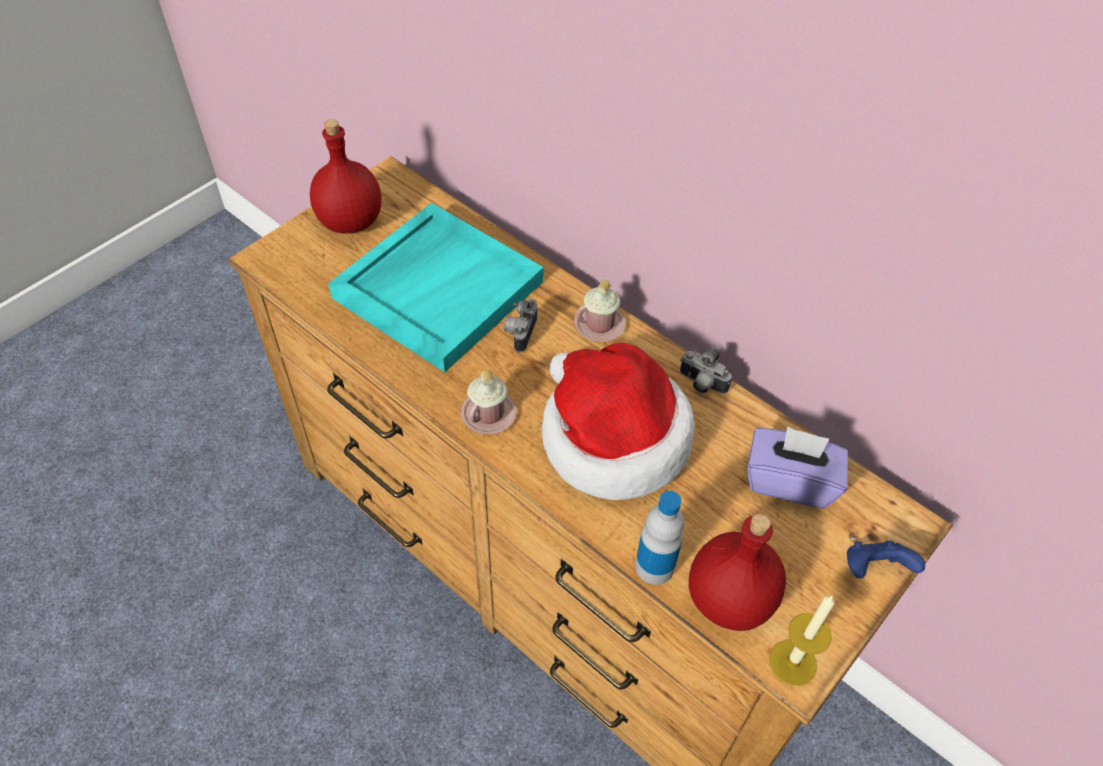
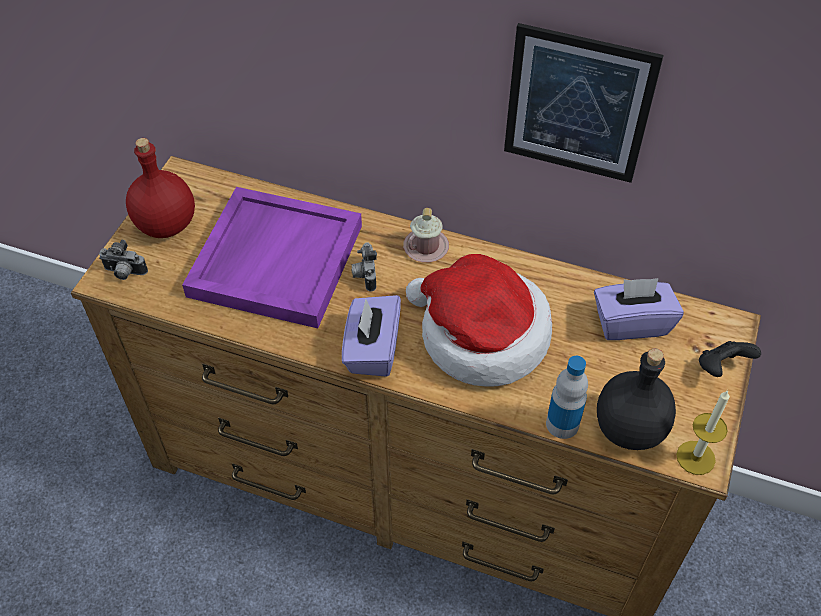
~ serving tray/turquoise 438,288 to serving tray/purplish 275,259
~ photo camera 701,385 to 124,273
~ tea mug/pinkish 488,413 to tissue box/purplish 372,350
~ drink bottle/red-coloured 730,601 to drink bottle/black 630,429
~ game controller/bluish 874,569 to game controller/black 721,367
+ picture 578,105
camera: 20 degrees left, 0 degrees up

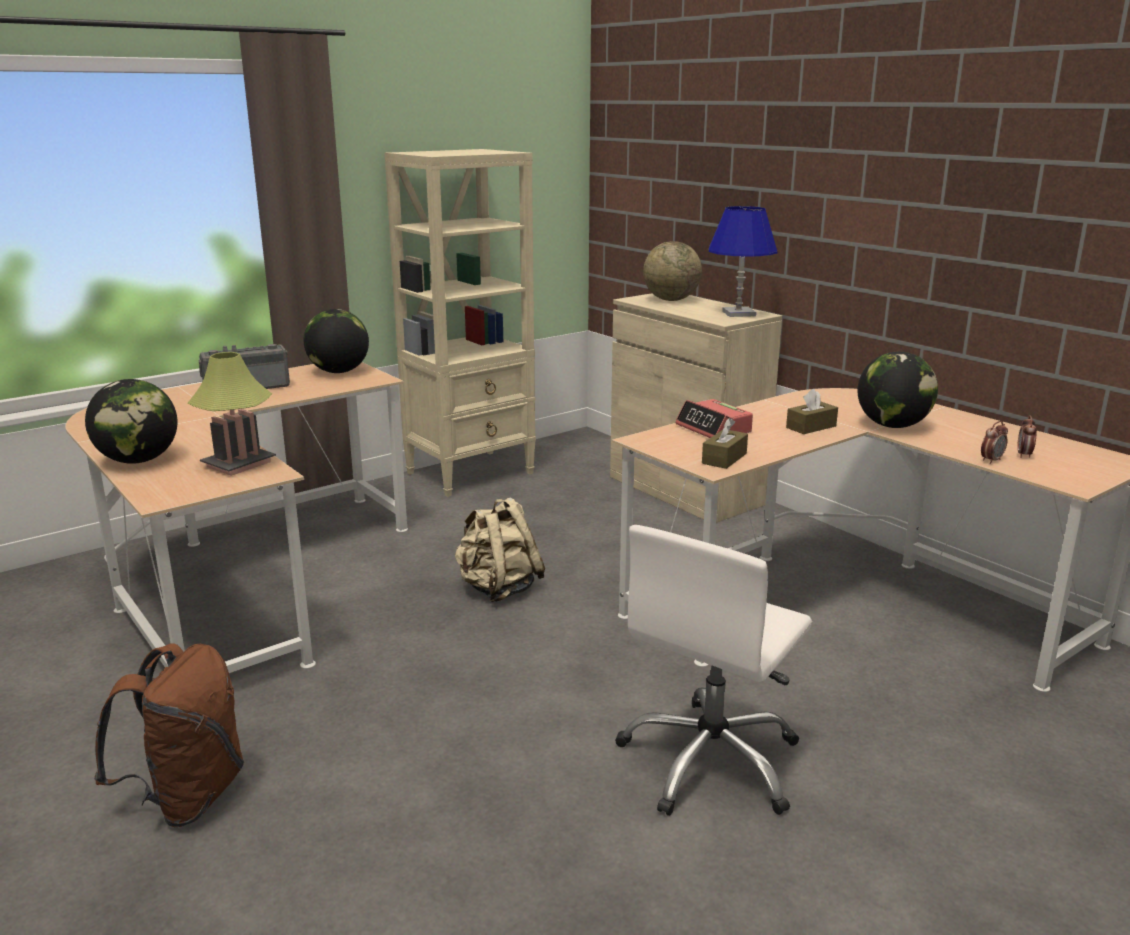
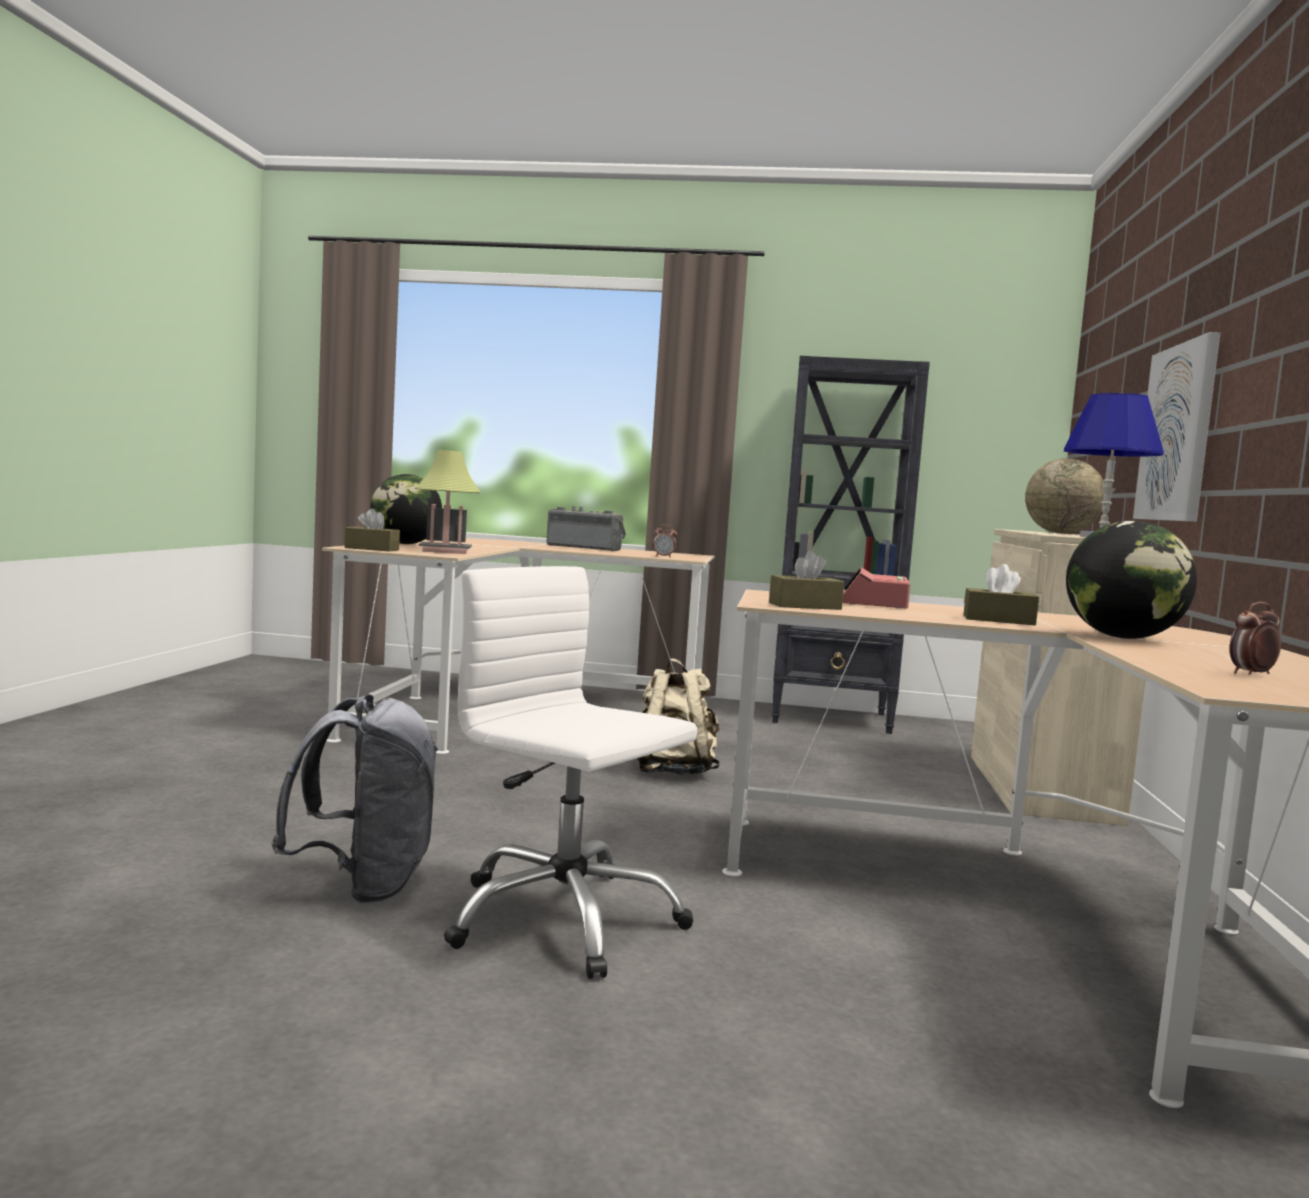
~ shelving unit/beige-coloured 471,473 to shelving unit/black 831,718
- globe 339,372
~ bedside clock 991,460 to 663,557
~ office chair/white 711,761 = 563,919 45 degrees clockwise
- knapsack/brown-coloured 187,797
+ picture 1178,433
+ tissue box/brown-coloured 372,549
+ knapsack/greyish 364,885
camera: 45 degrees right, 15 degrees down

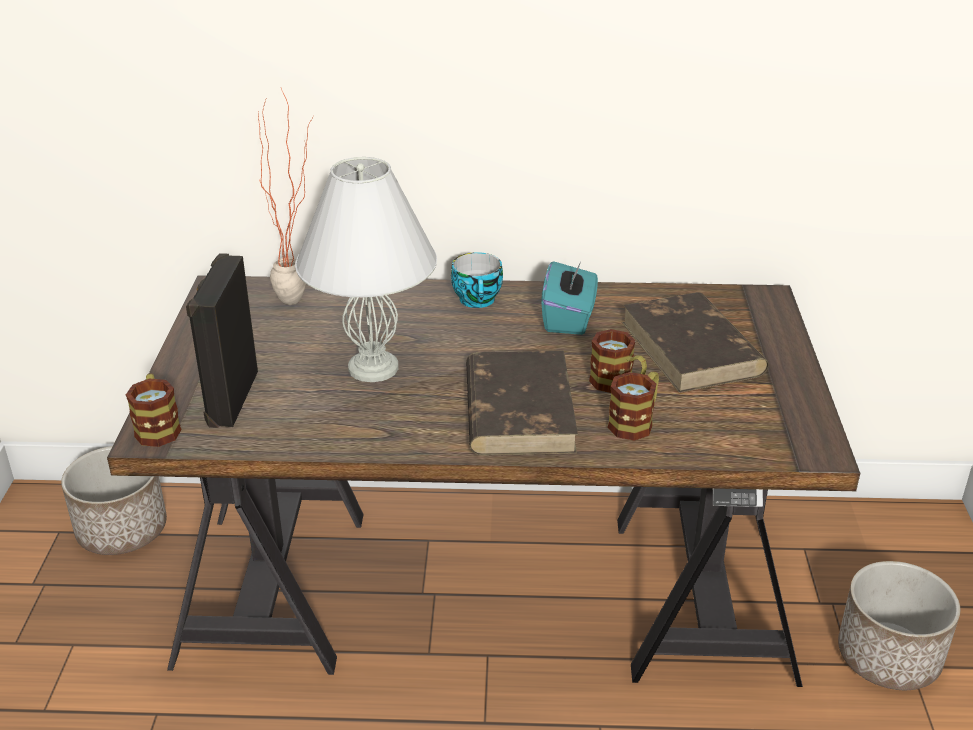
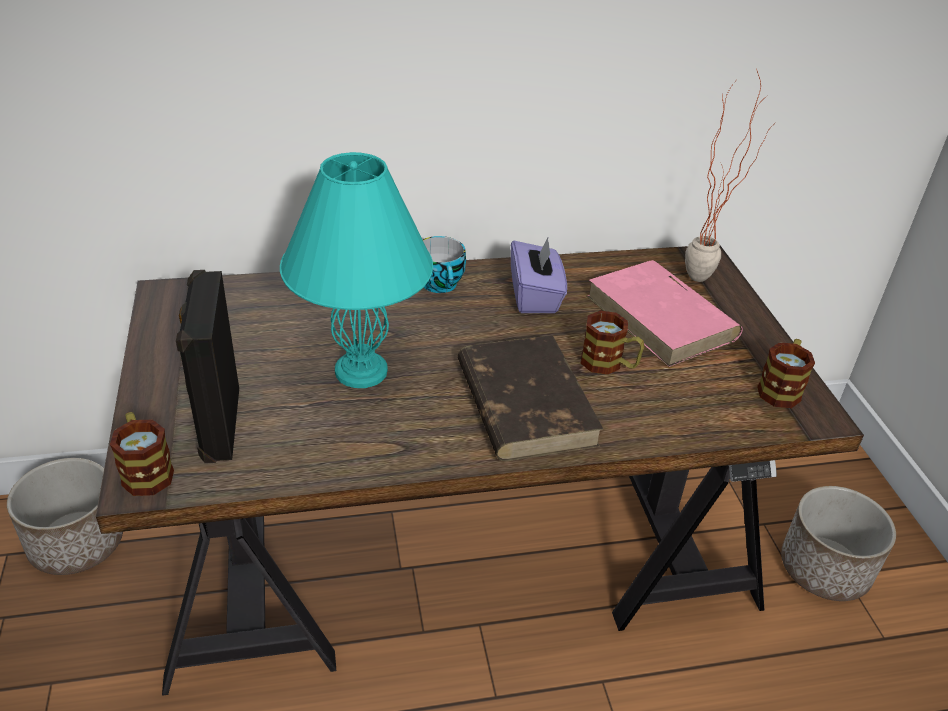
~ plant in a pot 302,301 to 707,277
~ tabletop lamp/white 374,368 to tabletop lamp/turquoise 362,371
~ tissue box/turquoise 569,318 to tissue box/purplish 535,296
~ book/brown-coloured 692,349 to book/pinkish 662,318
~ tea mug 635,422 to 781,388
camera: 15 degrees left, 5 degrees up

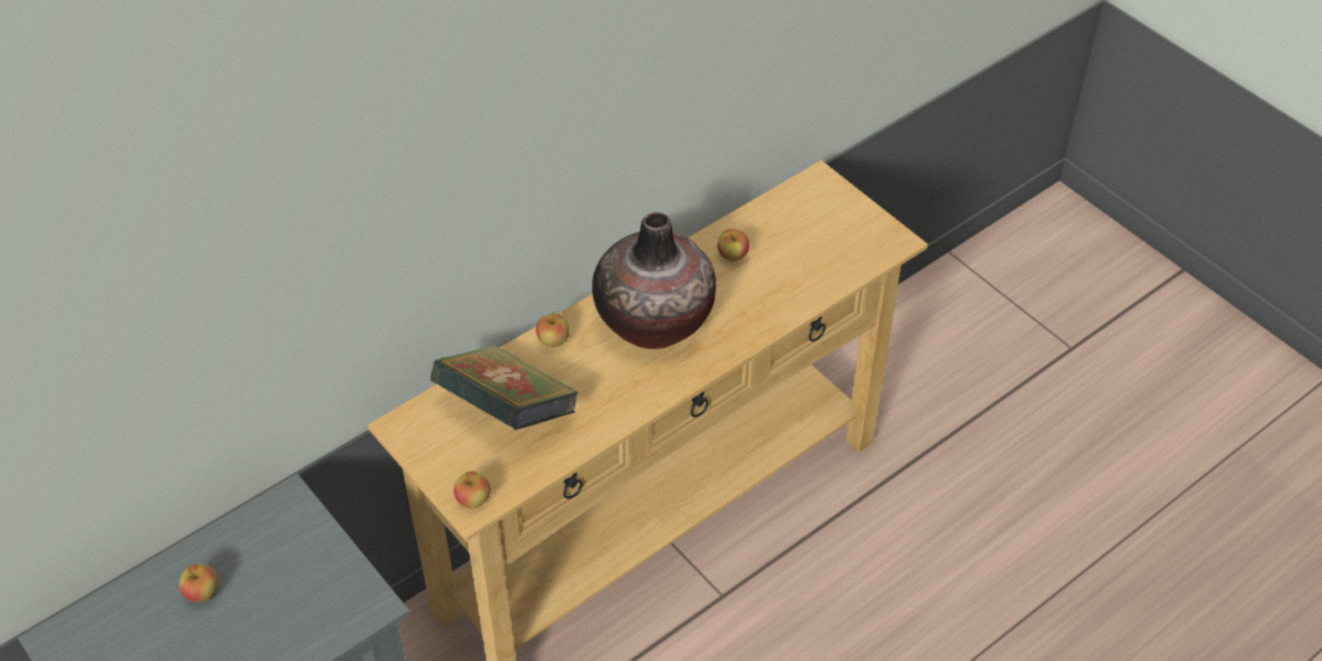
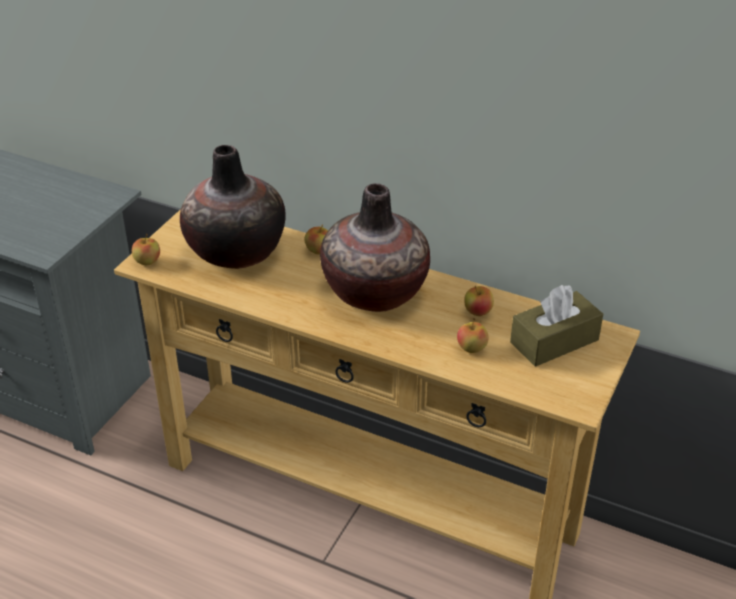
~ book 507,412 to flower vase 236,251
~ whole apple 202,593 to 471,348
+ tissue box/brown-coloured 554,341
camera: 65 degrees right, 10 degrees down

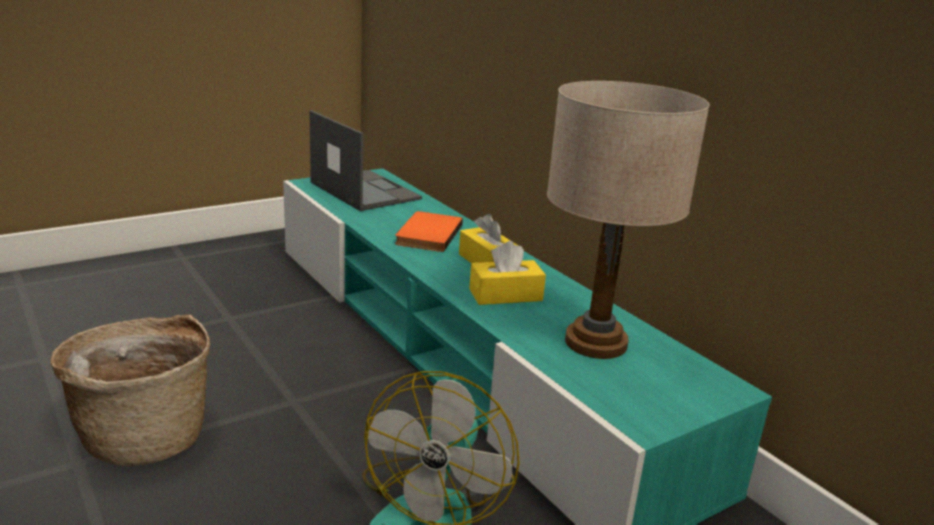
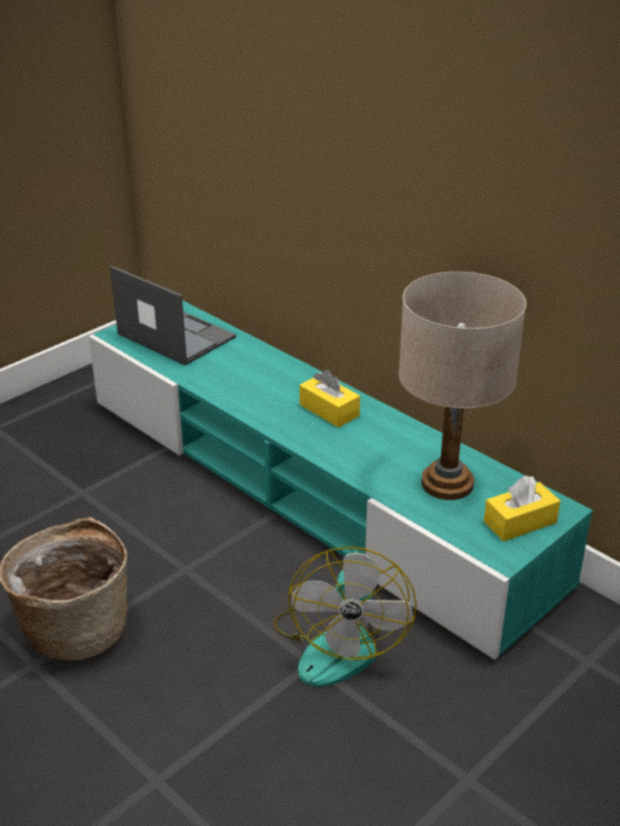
- book/orange 426,234
~ tissue box/yellow-coloured 505,295 to 520,522
camera: 10 degrees left, 10 degrees up

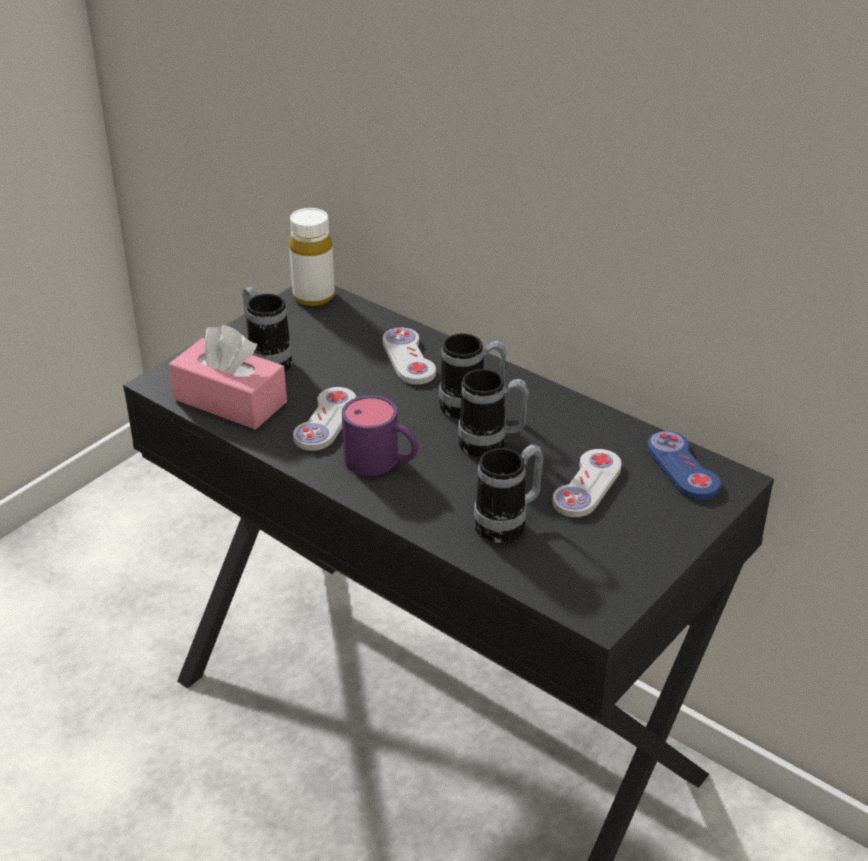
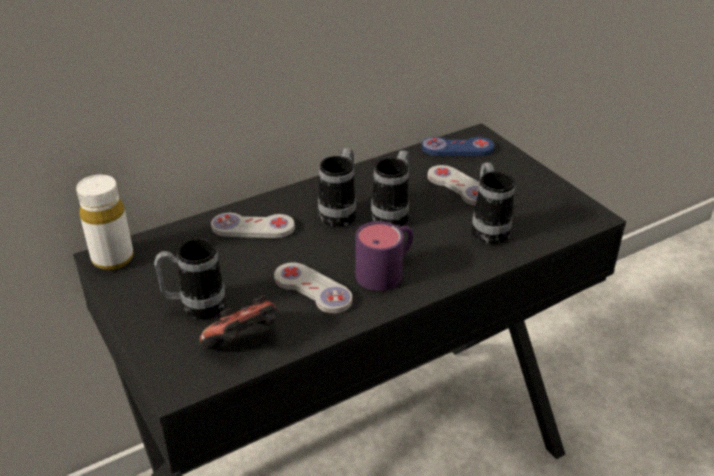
~ tissue box/pinkish 230,401 to game controller 244,342
camera: 70 degrees left, 0 degrees up

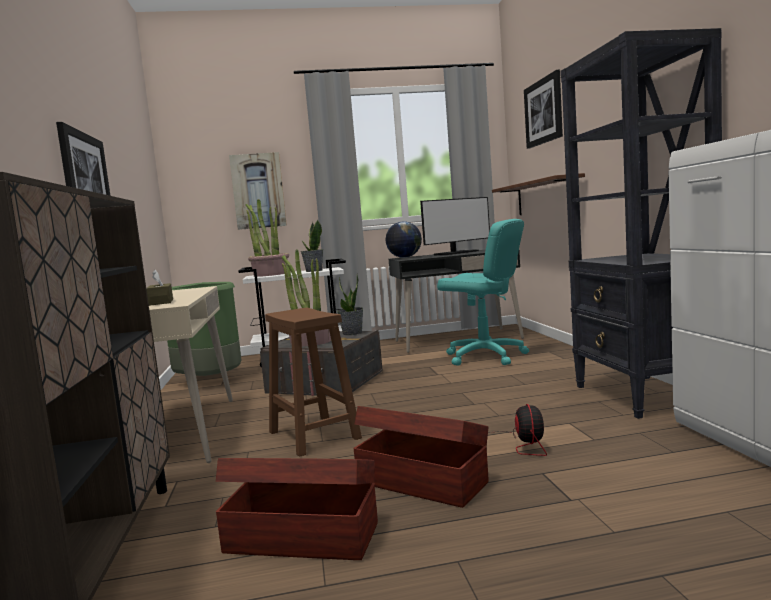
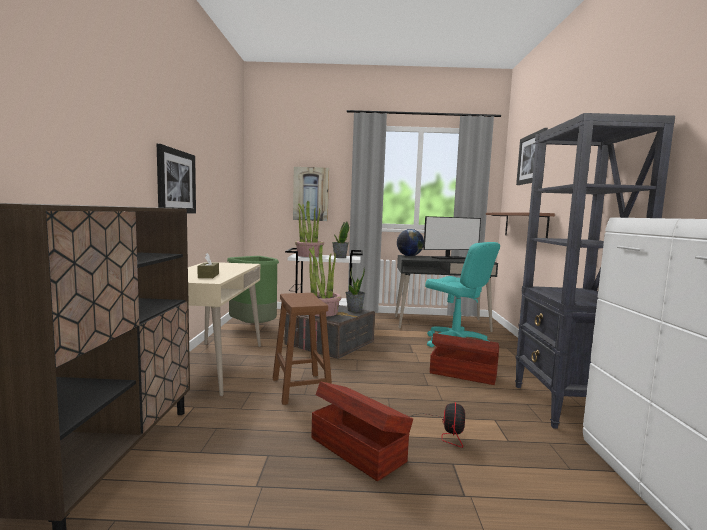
~ storage box/brown-coloured 301,536 to 462,373
camera: 10 degrees right, 0 degrees up

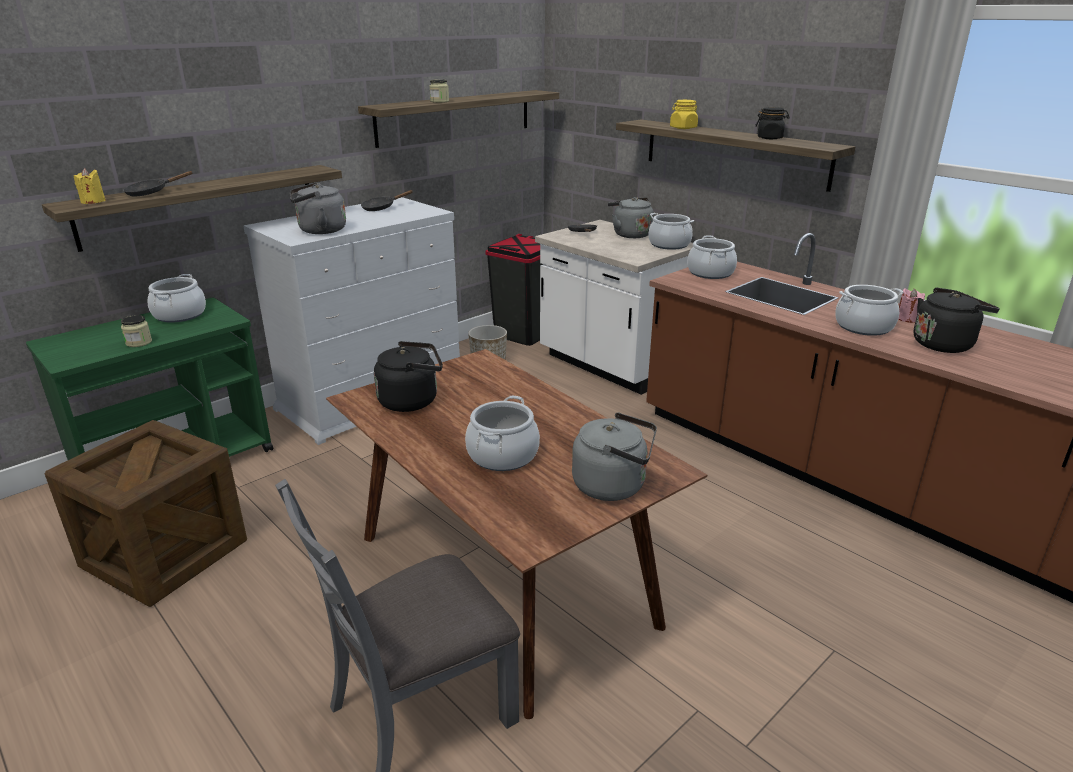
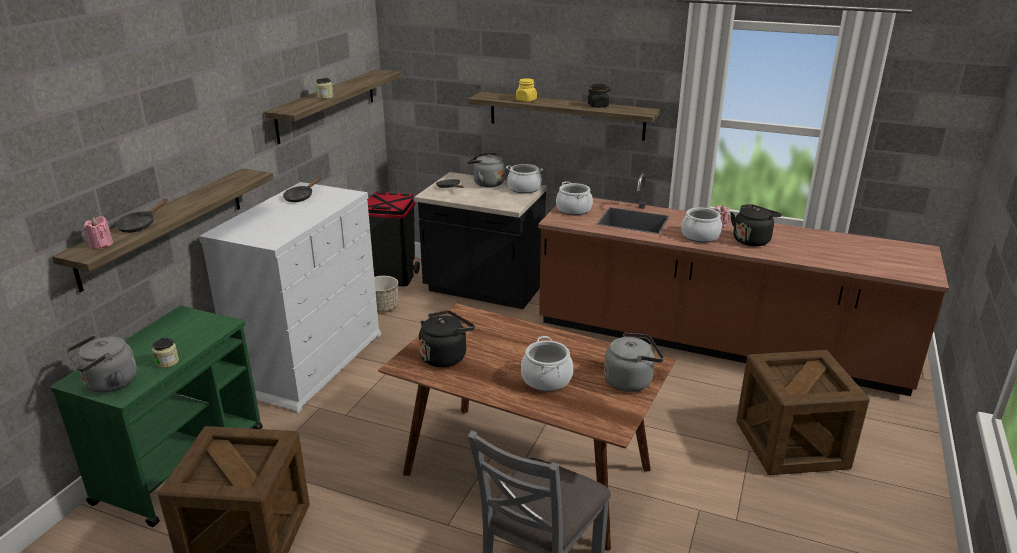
~ wax light/yellow-coloured 93,201 to wax light/pinkish 101,245
~ kettle/greyish 319,231 to 108,384
~ kitchen counter/white 610,365 to kitchen counter/black 483,290
- cooking pot 179,315
+ shipping crate 791,445
camera: 25 degrees left, 0 degrees up

